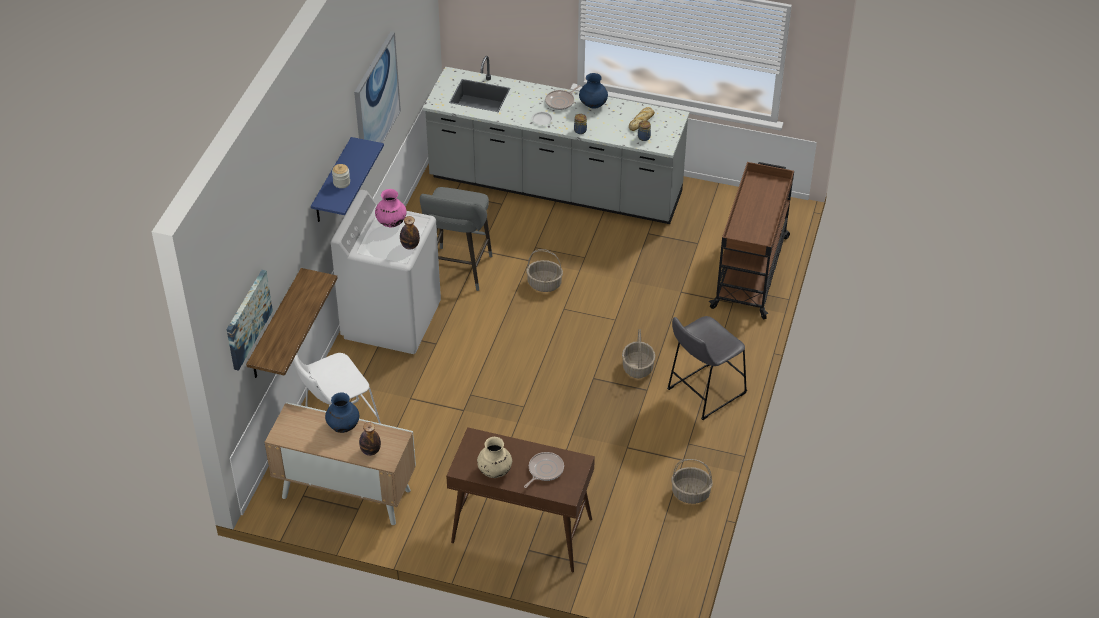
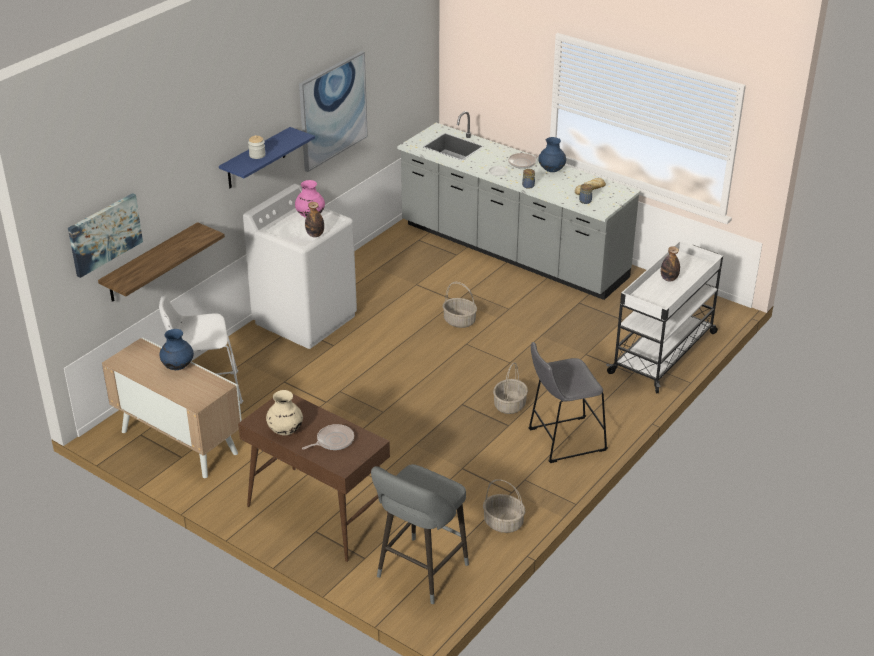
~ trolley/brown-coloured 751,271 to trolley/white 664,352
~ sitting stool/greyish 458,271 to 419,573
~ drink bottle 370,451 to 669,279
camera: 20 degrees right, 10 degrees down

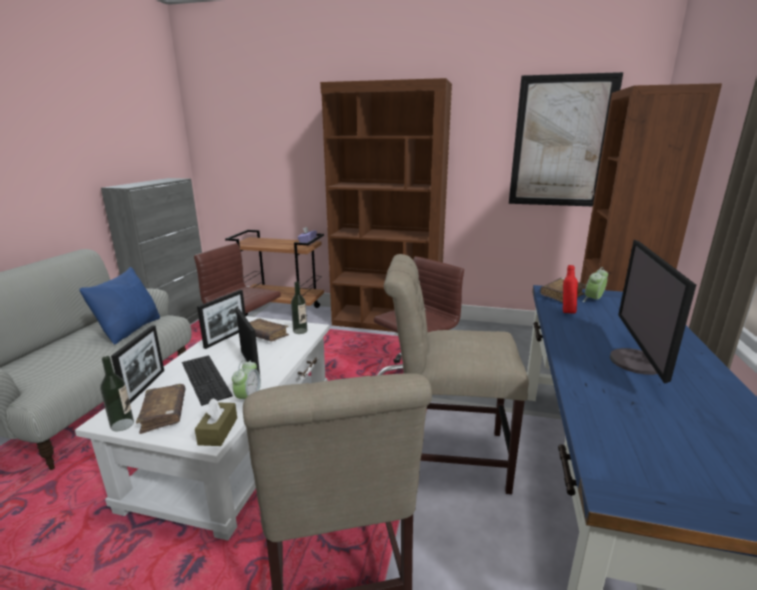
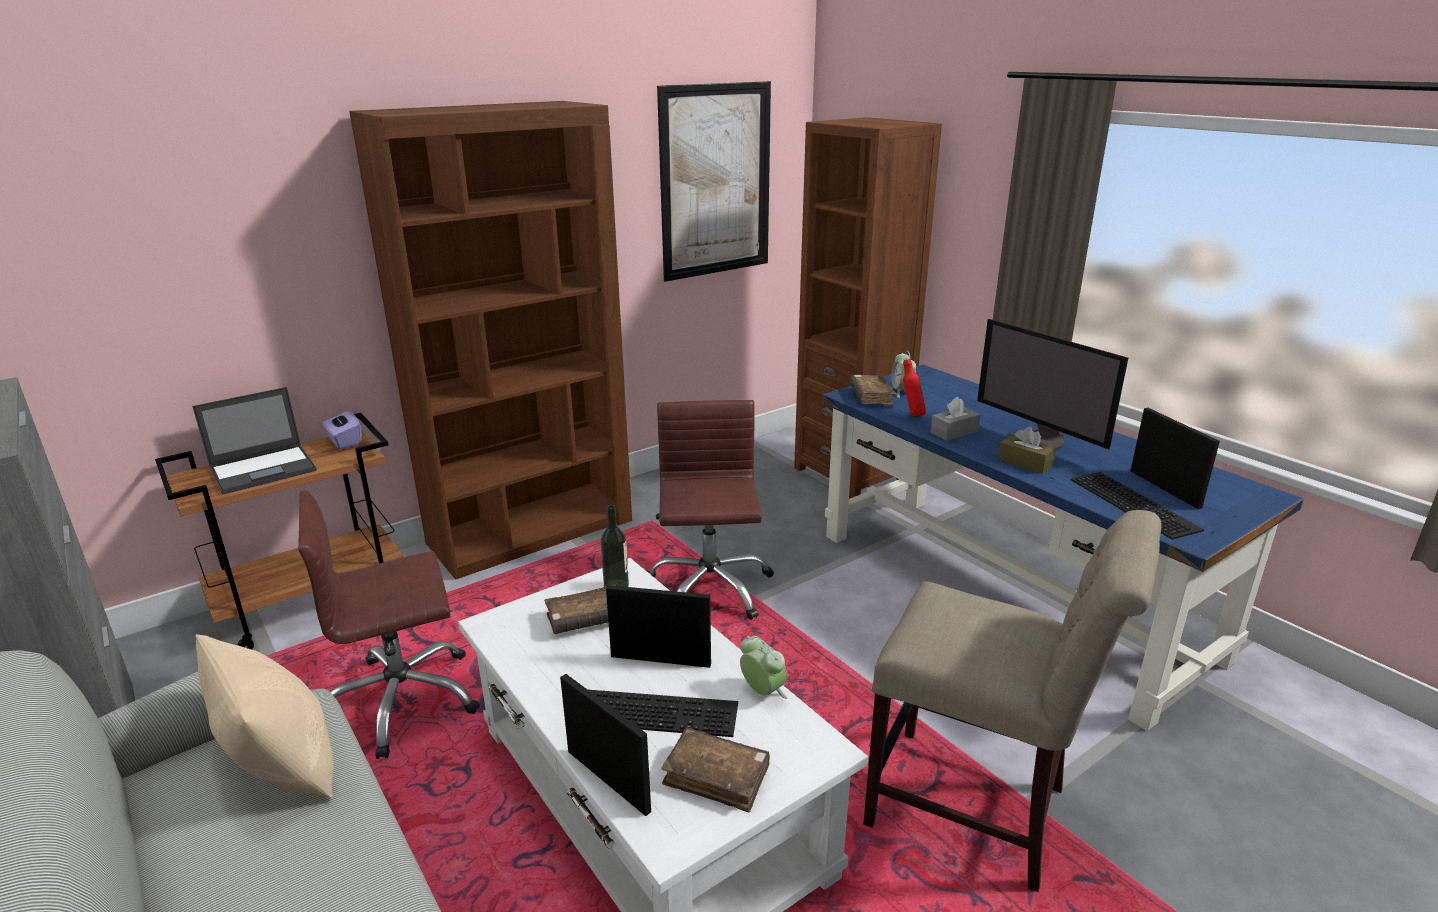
- chair/beige-coloured 446,455
~ pillow/bluish 130,330 to pillow/beige-coloured 283,765
~ photo frame 226,338 to 1164,489
- drink bottle 122,425
~ tissue box/brown-coloured 218,431 to 1025,463
+ notebook computer 264,469
+ tissue box/greyish 954,432
+ PC keyboard 1136,504
camera: 50 degrees left, 5 degrees up

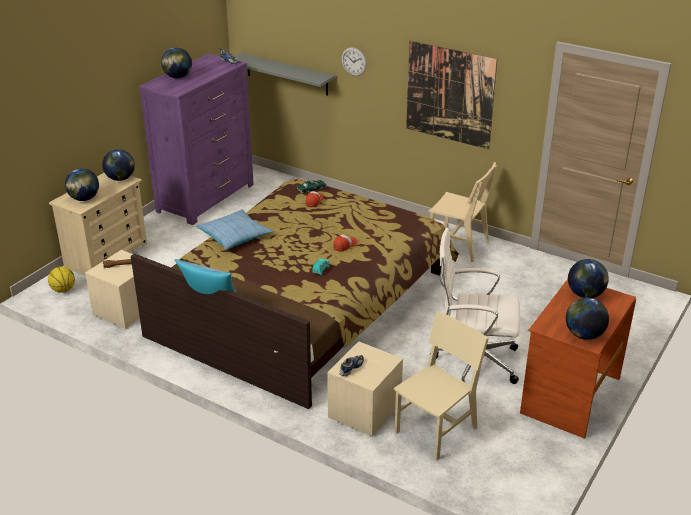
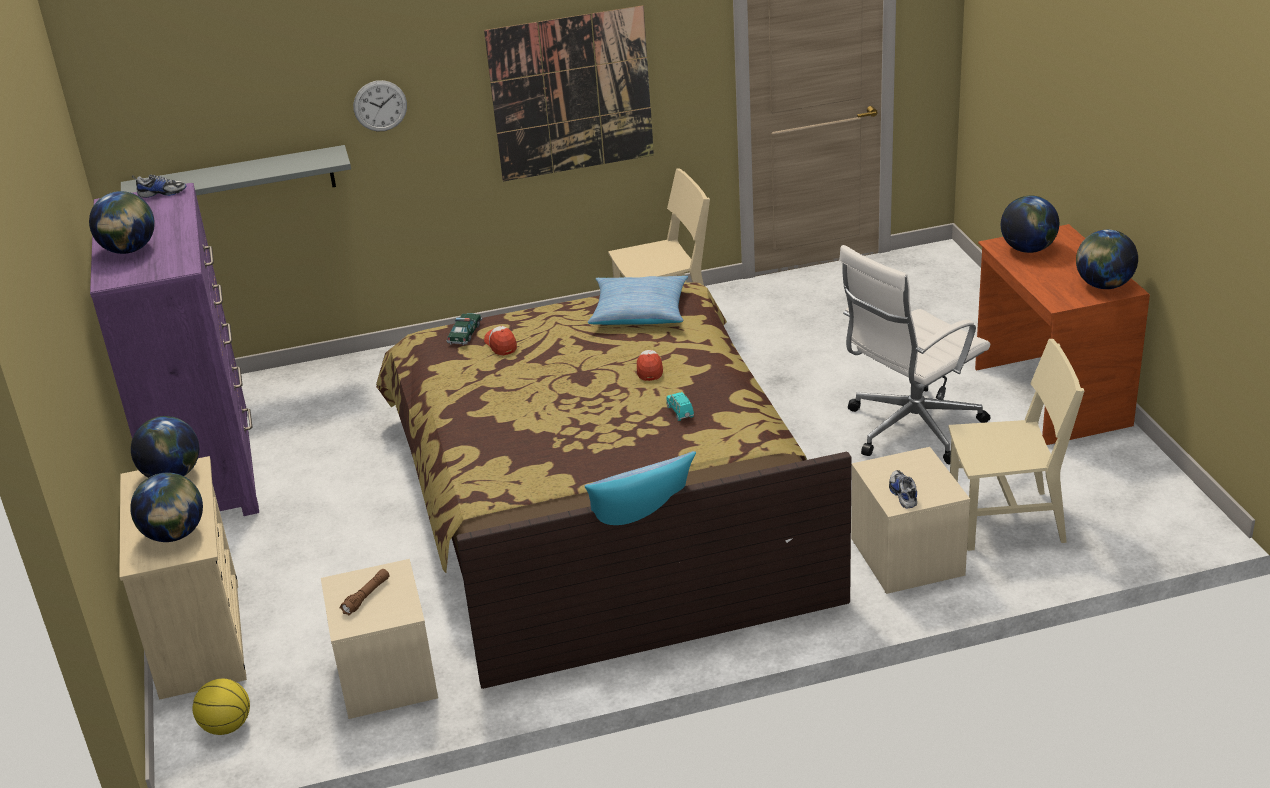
~ pillow 235,236 to 639,311
~ chair/beige-coloured 436,430 = 1006,520 90 degrees clockwise
camera: 45 degrees left, 0 degrees up

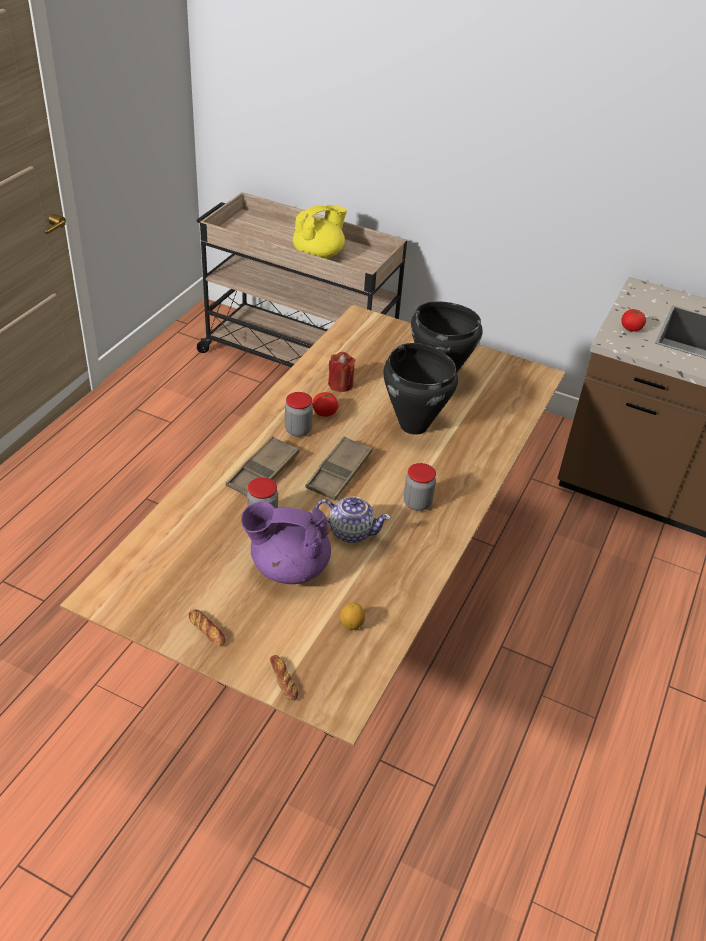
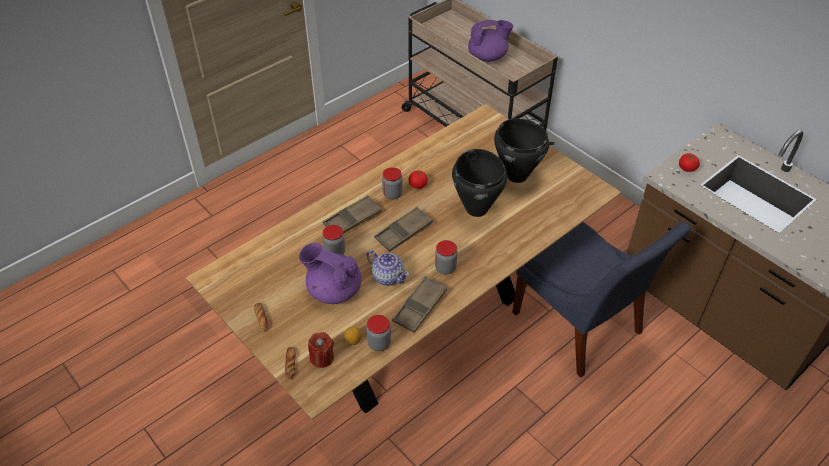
~ teapot/yellow-coloured 319,255 to teapot/purplish 488,57
~ wax light/red-coloured 340,384 to 322,358
+ chair/bluish 580,327
+ serving tray/brown-coloured 419,307
+ preserve jar 379,343
camera: 25 degrees right, 5 degrees up

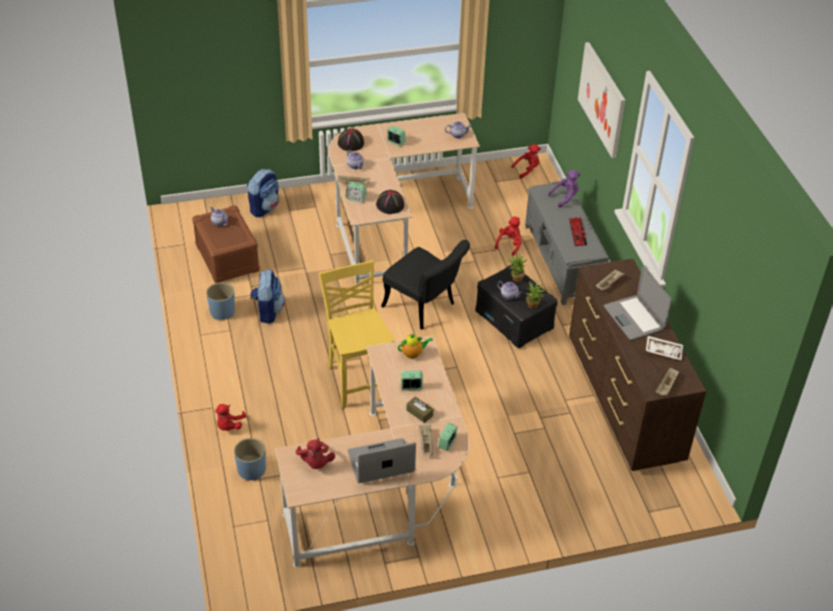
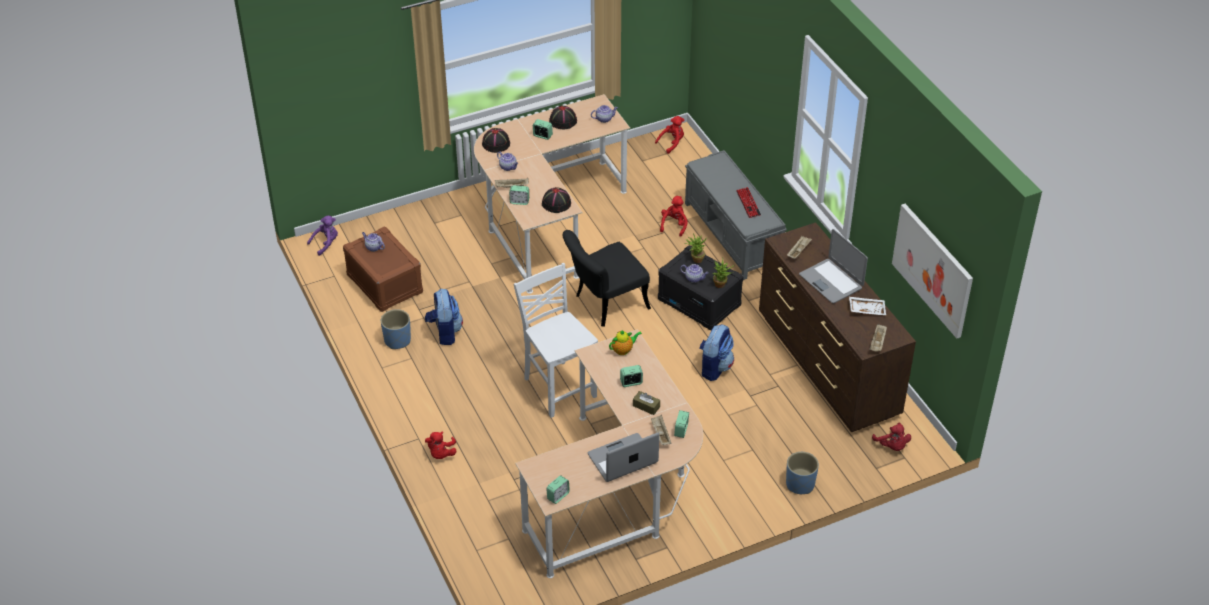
~ picture 602,99 to 932,269
~ knapsack 264,208 to 714,367
~ cuddly toy/purplish 565,197 to 326,243
~ chair/black 424,308 = 605,304 120 degrees clockwise
~ chair/yellow-coloured 358,380 to chair/white 558,387
~ plant pot/bluish 251,470 to 800,484
~ cuddly toy/red-coloured 315,463 to 892,446
+ clothing hat/black 563,121
+ bedside clock 558,496
camera: 10 degrees left, 0 degrees up

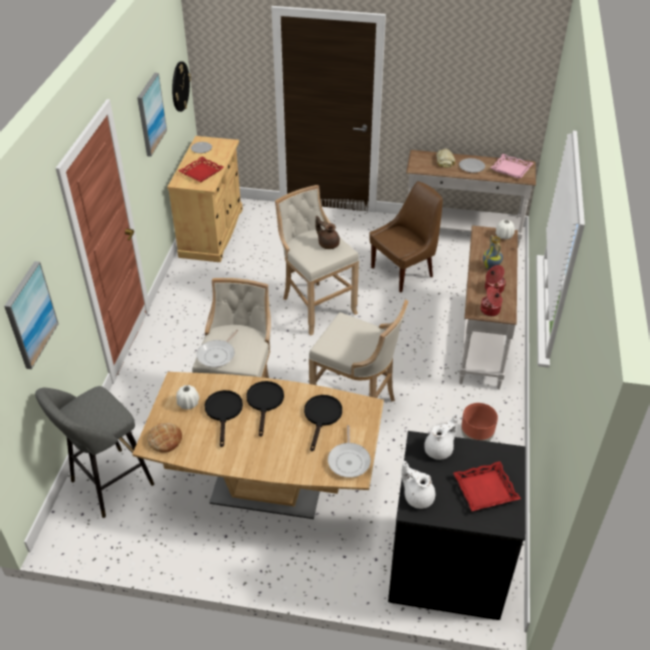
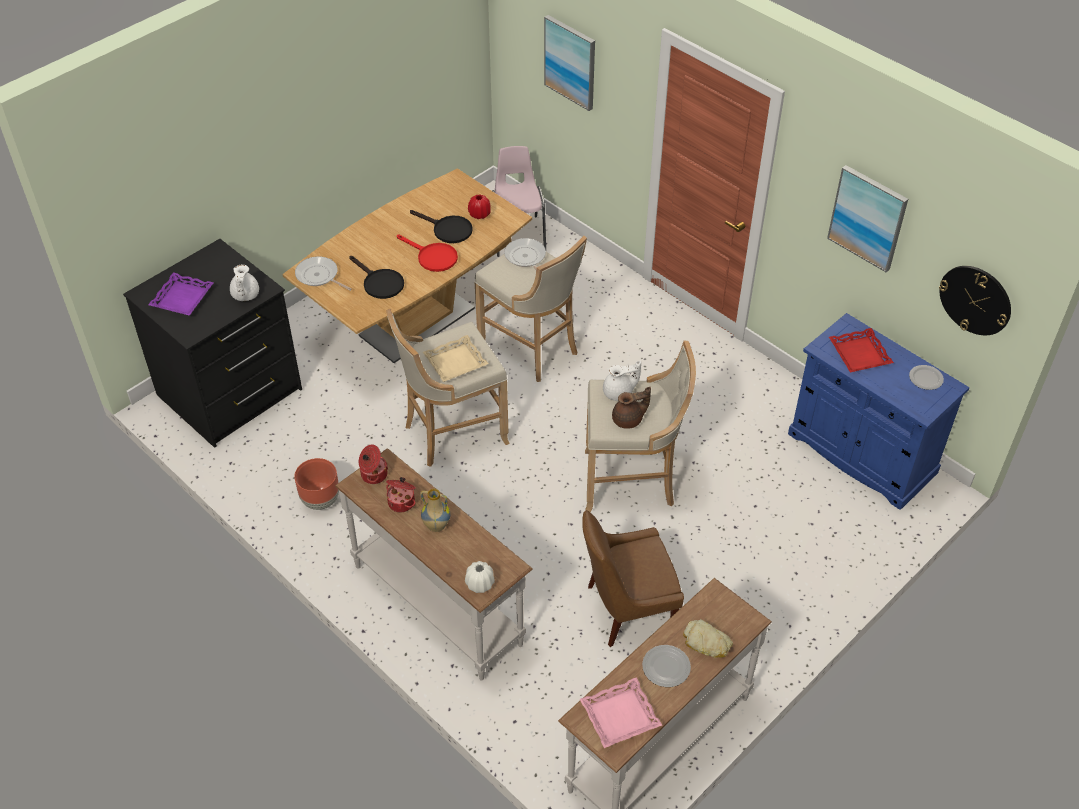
~ storage cabinet/beige-coloured 212,232 to storage cabinet/bluish 861,453
~ chair/brown-coloured 404,271 = 626,609 75 degrees clockwise
~ skillet/black 265,402 to skillet/red-coloured 432,257
~ flower vase/white 188,403 to flower vase/red-coloured 479,214
~ sitting stool/greyish 108,485 to chair/pinkish 518,235
- bakery bread 165,439
~ teapot/white 418,497 to 619,392
~ serving tray/red-coloured 485,489 to serving tray/purplish 182,298
+ serving tray/beige-coloured 455,362
camera: 125 degrees right, 5 degrees up

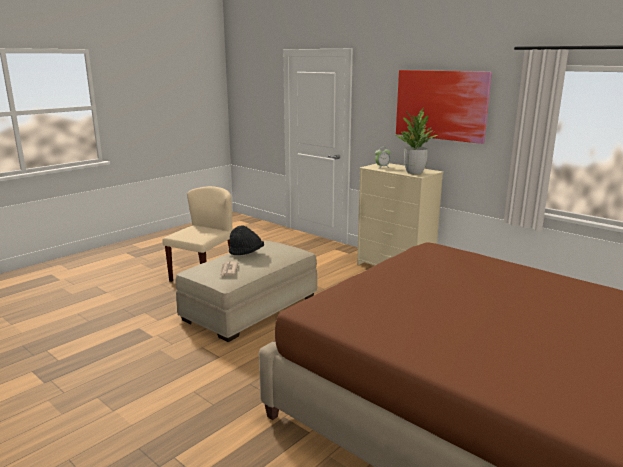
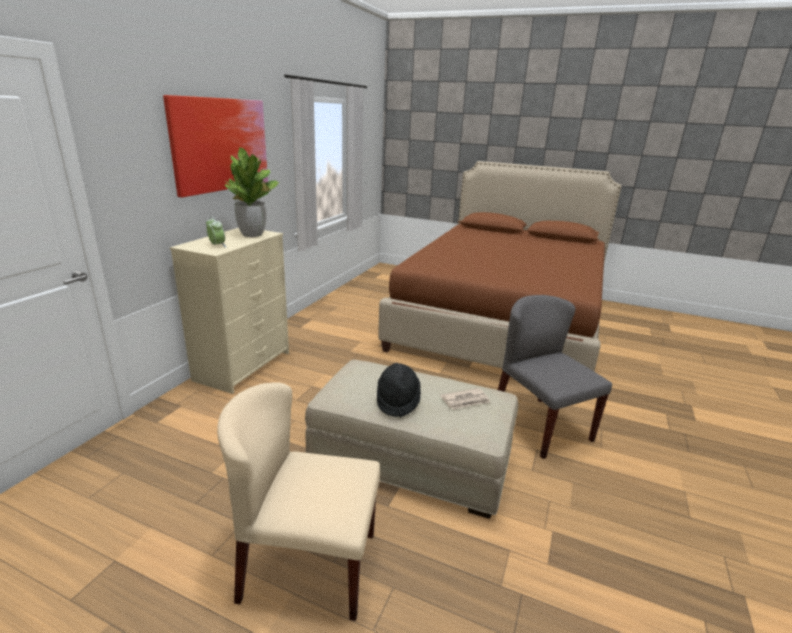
+ chair/greyish 540,426
camera: 110 degrees left, 5 degrees up

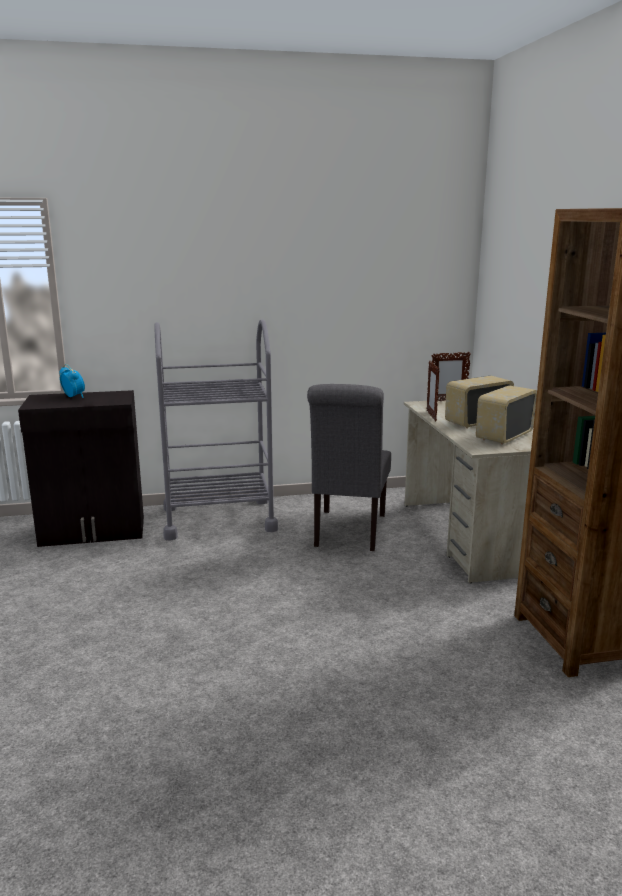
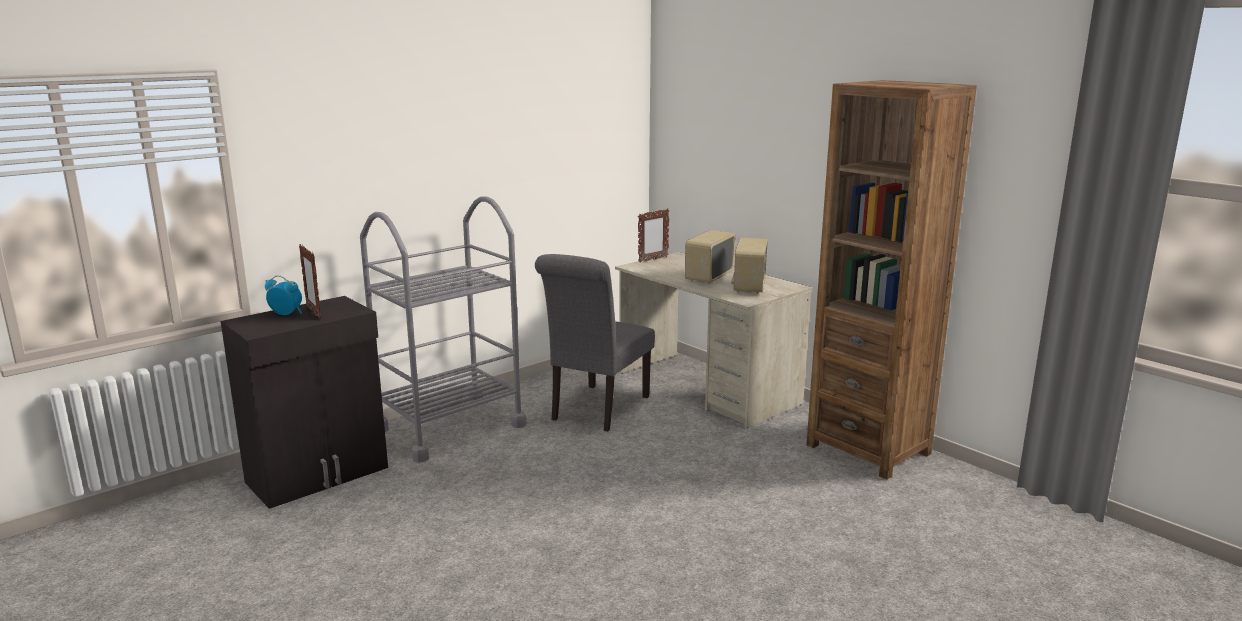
~ photo frame 431,416 to 314,312
~ chair/greyish 348,532 = 596,410 45 degrees clockwise
camera: 30 degrees left, 0 degrees up

